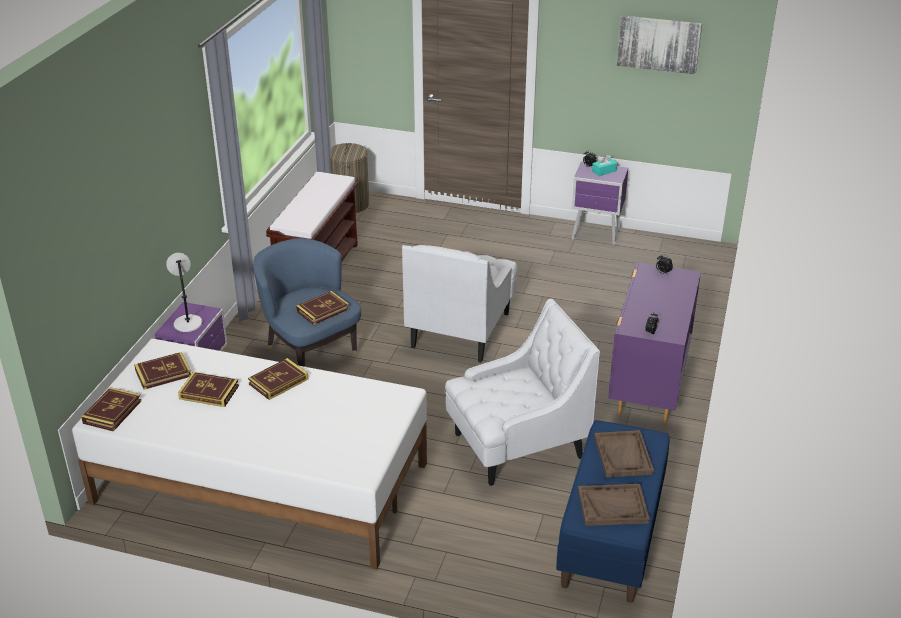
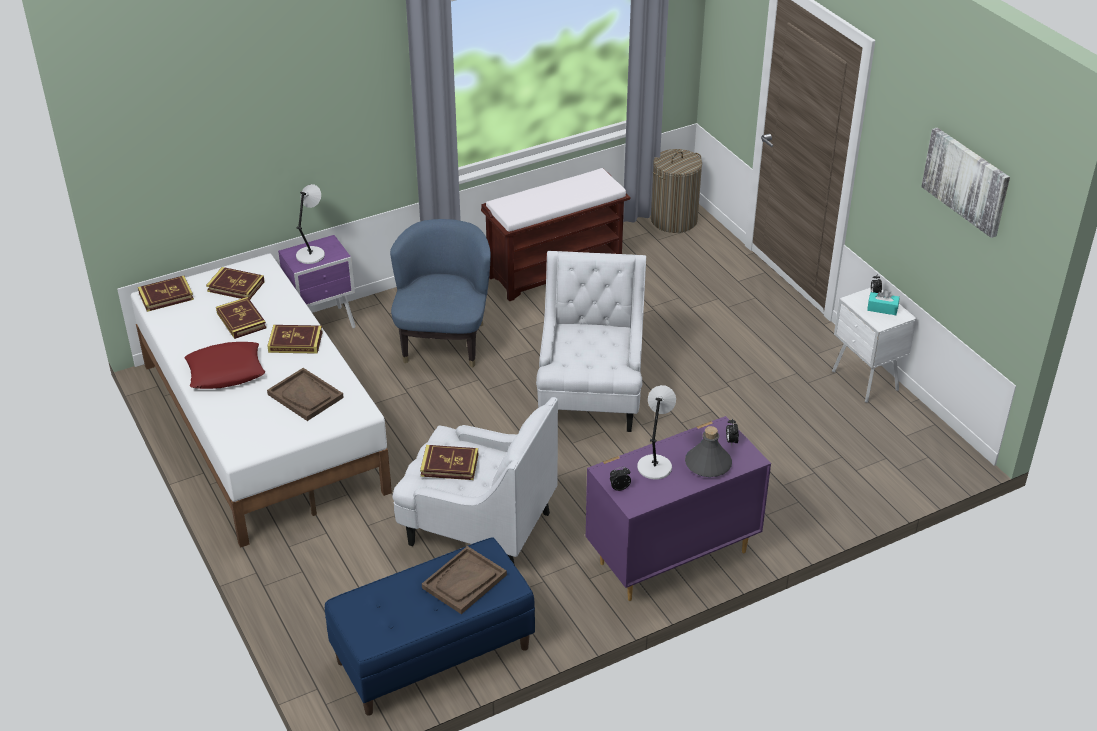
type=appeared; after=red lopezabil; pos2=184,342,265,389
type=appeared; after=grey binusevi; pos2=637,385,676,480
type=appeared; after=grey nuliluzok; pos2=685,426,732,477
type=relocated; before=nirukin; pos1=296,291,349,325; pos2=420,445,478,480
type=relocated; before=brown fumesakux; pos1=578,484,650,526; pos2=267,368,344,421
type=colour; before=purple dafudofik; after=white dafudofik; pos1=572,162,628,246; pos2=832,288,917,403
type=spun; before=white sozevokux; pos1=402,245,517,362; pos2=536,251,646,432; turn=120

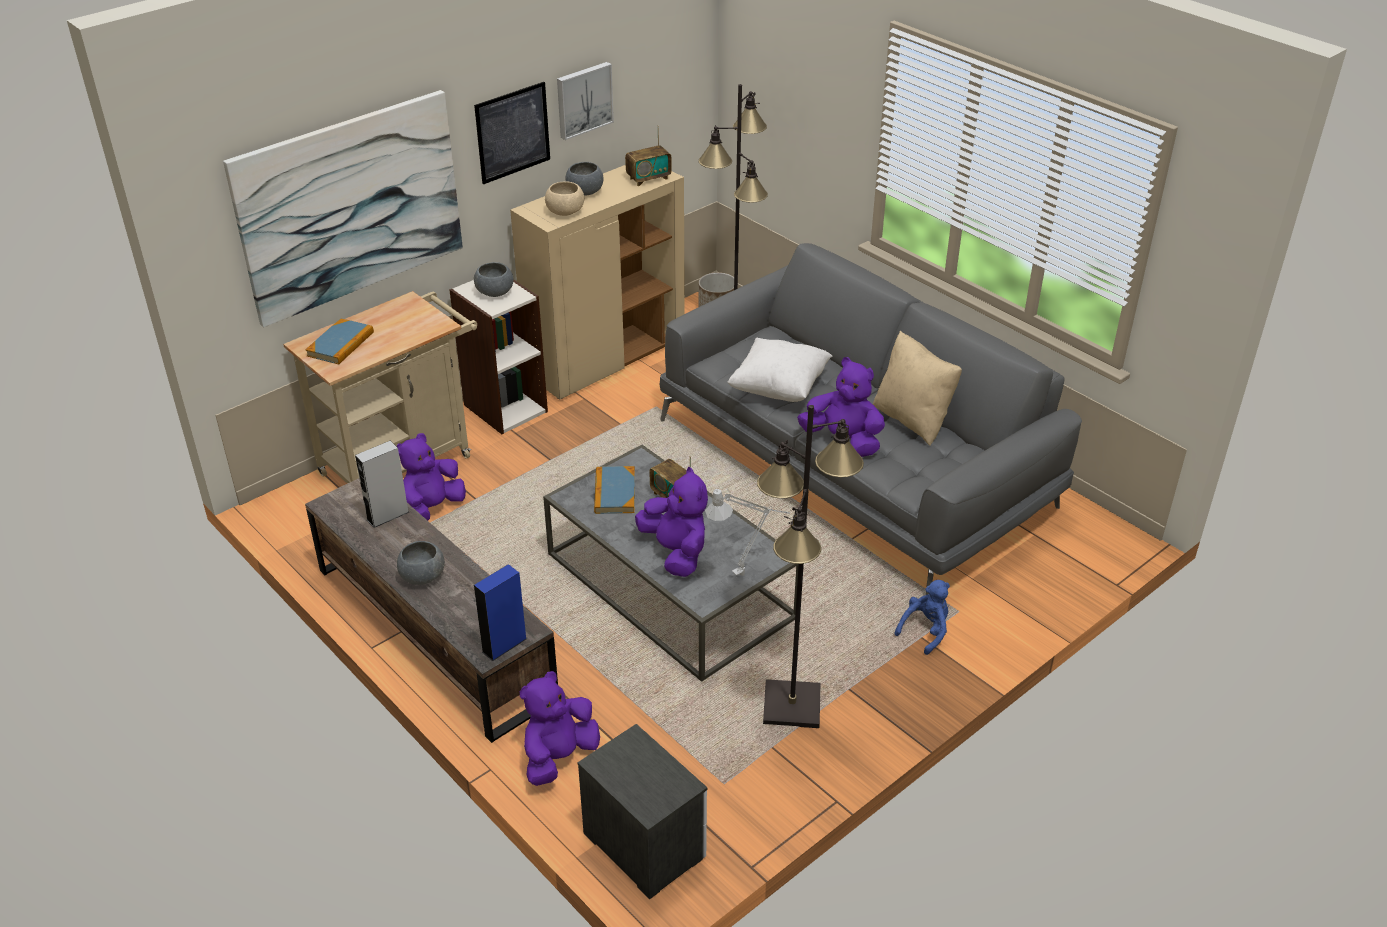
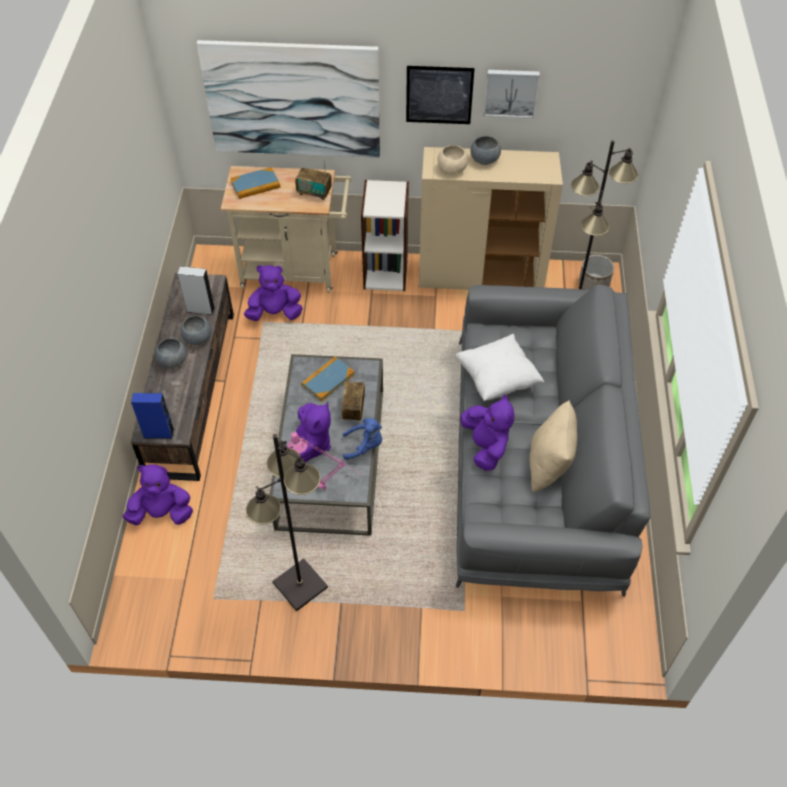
type=missing; before=dafudofik; pos1=577,724,707,899
type=relocated; before=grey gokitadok; pos1=474,262,513,297; pos2=180,316,212,345
type=relocated; before=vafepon; pos1=625,125,672,186; pos2=295,160,332,200
type=relocated; before=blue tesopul; pos1=895,580,950,655; pos2=342,418,382,460
type=colour; before=grey binusevi; after=pink binusevi; pos1=705,489,790,576; pos2=287,432,364,490

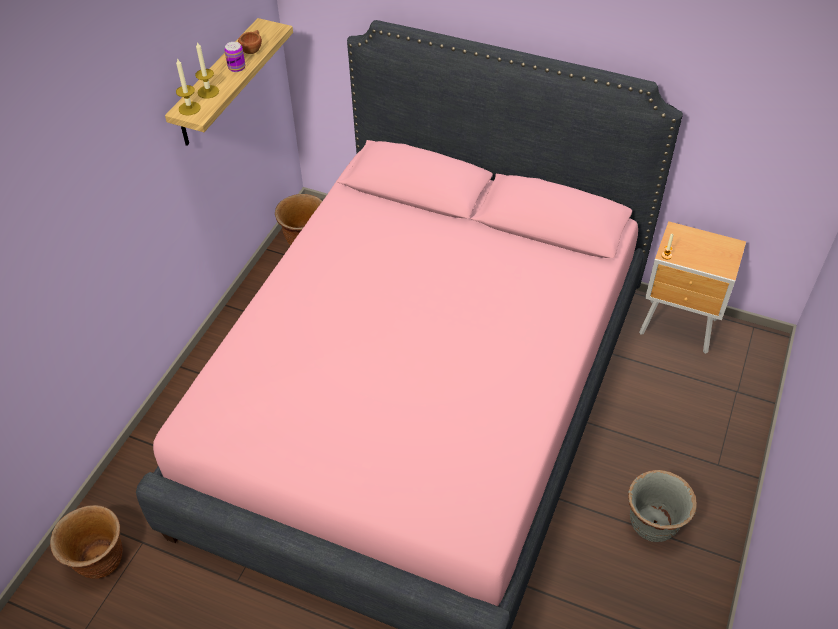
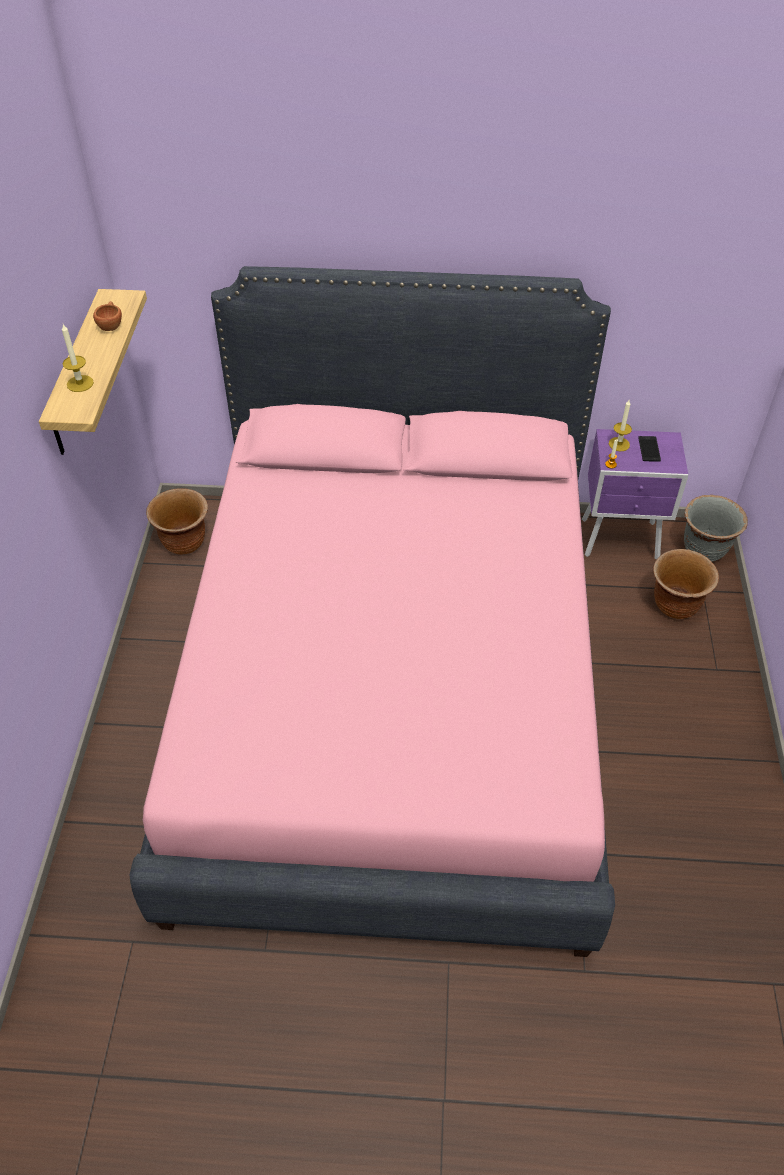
type=missing; before=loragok; pos1=224,42,245,72
type=appeared; after=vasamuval; pos2=638,436,661,462
type=relocated; before=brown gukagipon; pos1=50,505,123,579; pos2=653,549,719,619
type=relocated; before=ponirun; pos1=176,58,201,116; pos2=609,400,632,451
type=relocated; before=grey gukagipon; pos1=628,470,697,542; pos2=684,495,748,562
type=colour; before=brown dafudofik; after=purple dafudofik; pos1=639,221,746,354; pos2=582,429,688,560

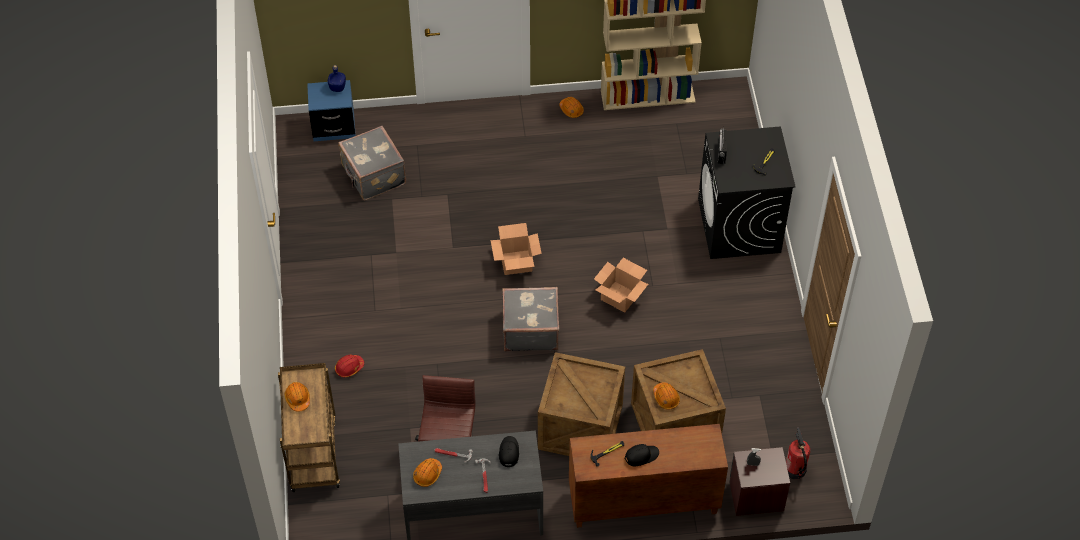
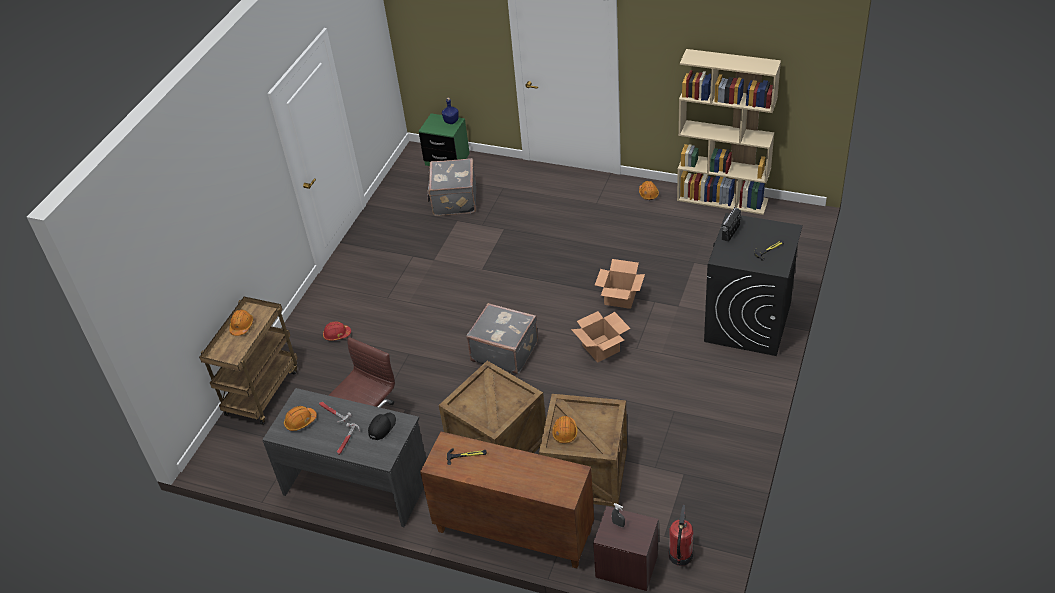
type=missing; before=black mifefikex; pos1=625,444,659,466
type=relocated; before=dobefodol; pos1=491,223,542,275; pos2=595,259,645,309
type=colour; before=blue dafudofik; after=green dafudofik; pos1=307,80,356,141; pos2=419,114,470,166

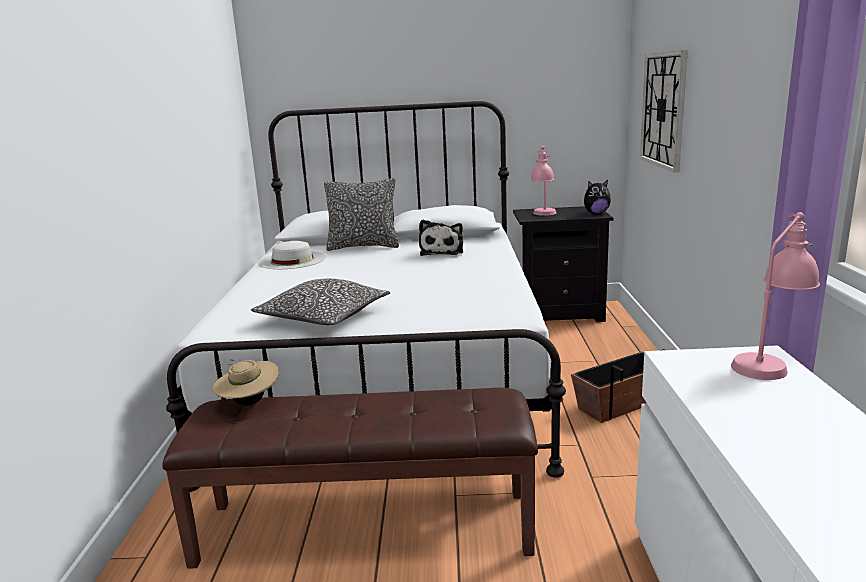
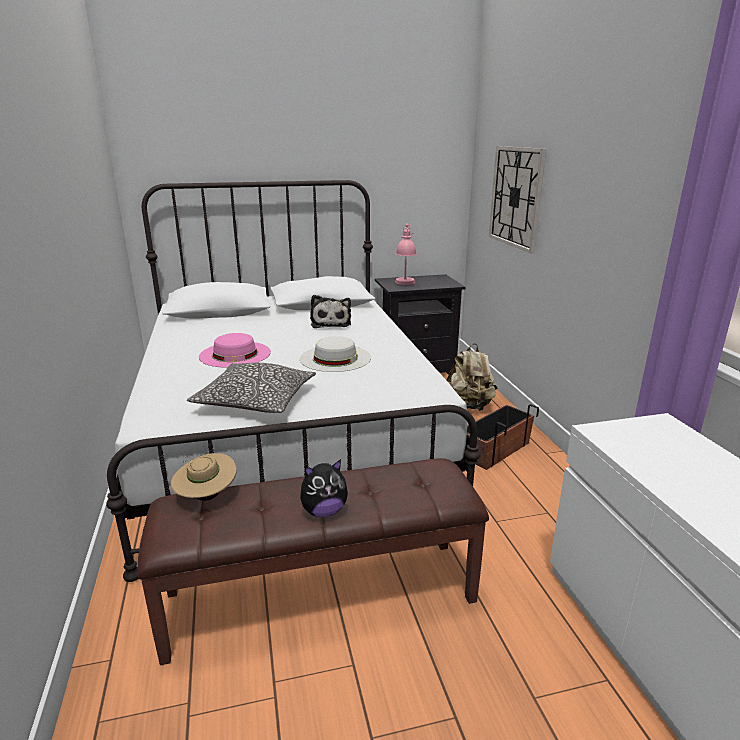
type=missing; before=lopezabil; pos1=324,178,399,251
type=missing; before=pink binusevi; pos1=731,212,820,380
type=appeared; after=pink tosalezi; pos2=199,333,271,368
type=appeared; after=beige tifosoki; pos2=446,343,498,411
type=relocated; before=white tosalezi; pos1=258,241,326,269; pos2=300,336,371,372
type=relocated; before=tesopul; pos1=584,180,611,214; pos2=300,459,348,517

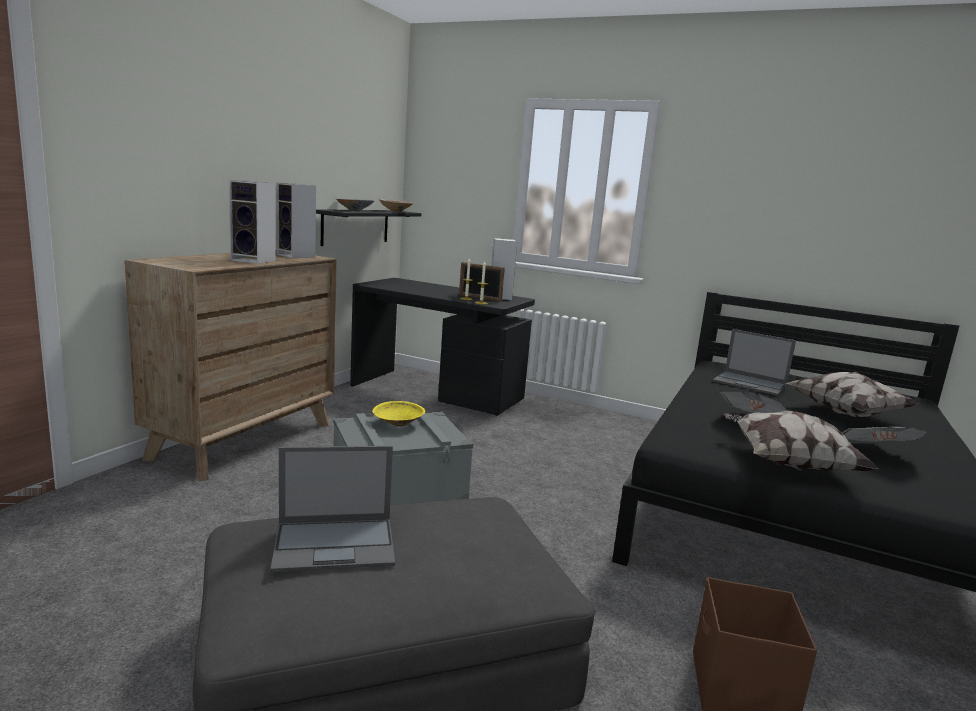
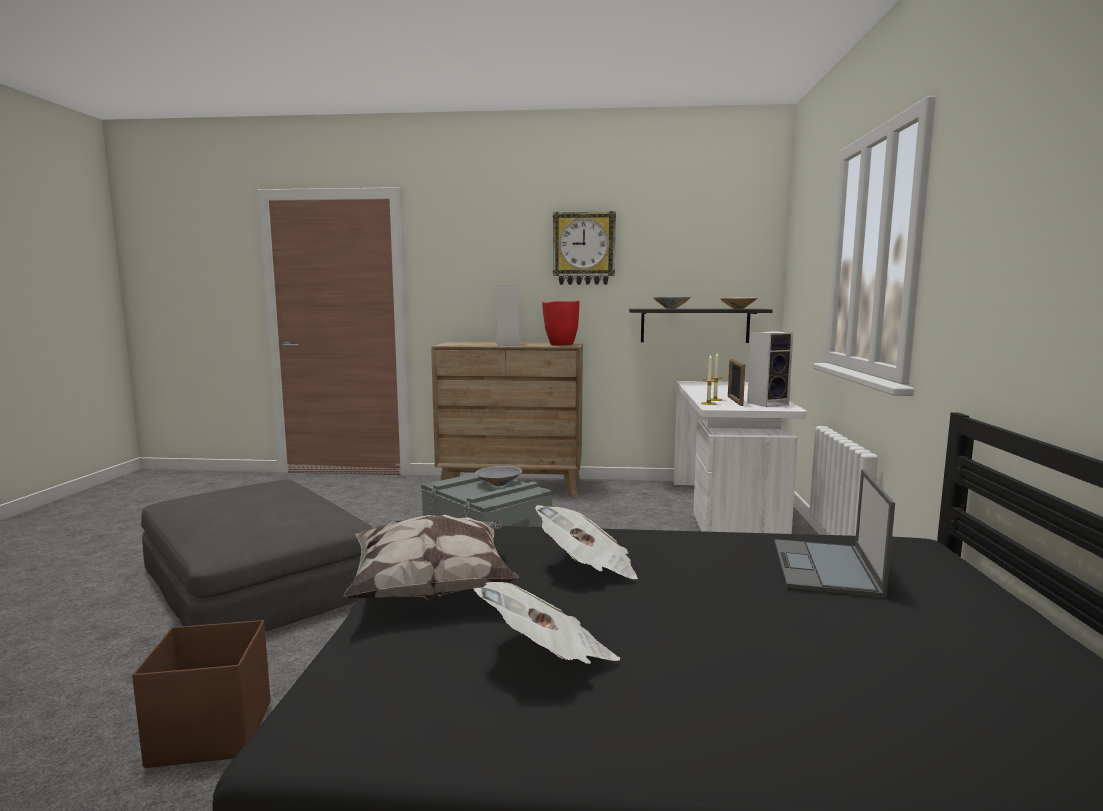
type=missing; before=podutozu; pos1=270,446,395,572
type=missing; before=lopezabil; pos1=786,372,918,417
type=appeared; after=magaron; pos2=553,211,616,285
type=exchanged; before=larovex; after=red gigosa; pos1=276,183,316,258; pos2=542,301,580,345
type=colour; before=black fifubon; after=white fifubon; pos1=350,278,535,416; pos2=674,381,807,534
type=colour; before=yellow gokitadok; after=grey gokitadok; pos1=372,401,425,426; pos2=475,466,523,486

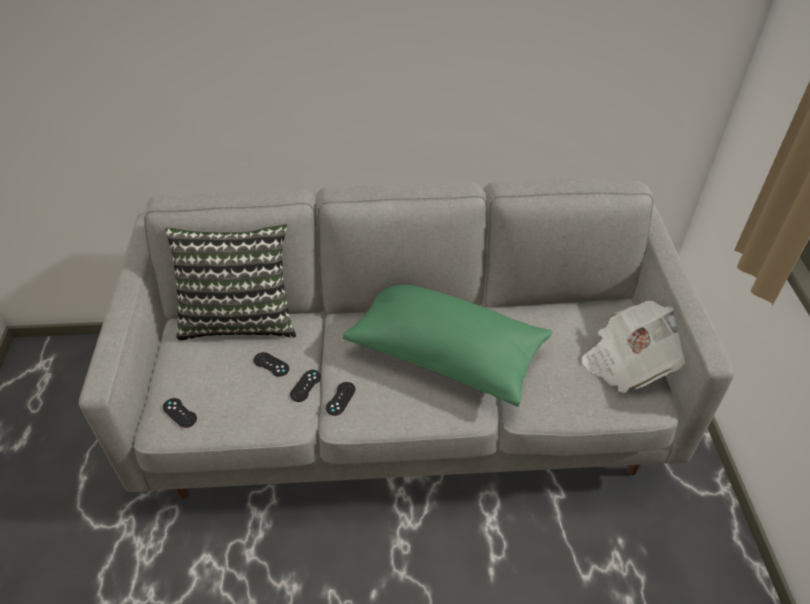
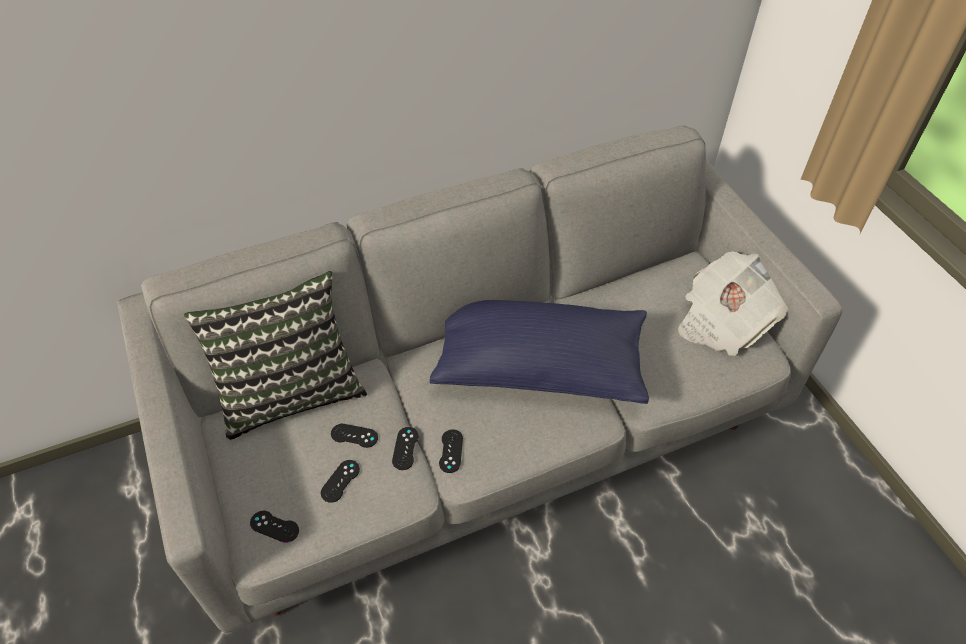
type=appeared; after=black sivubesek; pos2=320,460,360,503
type=colour; before=green lopezabil; after=blue lopezabil; pos1=343,285,552,407; pos2=430,300,649,404

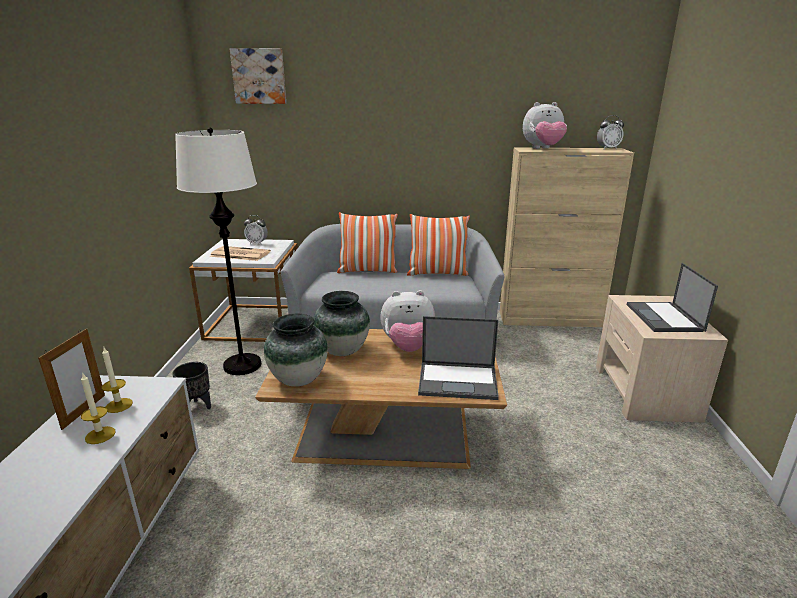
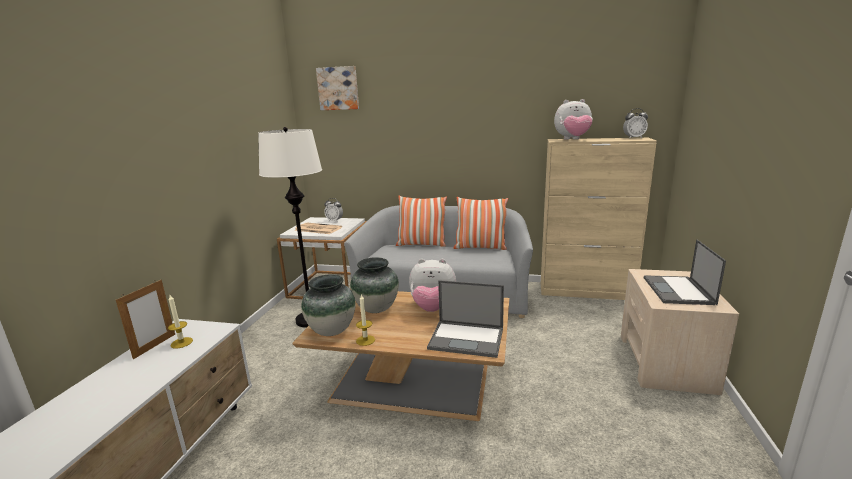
type=missing; before=black gukagipon; pos1=172,362,211,409
type=relocated; before=ponirun; pos1=81,373,116,444; pos2=356,294,375,346

